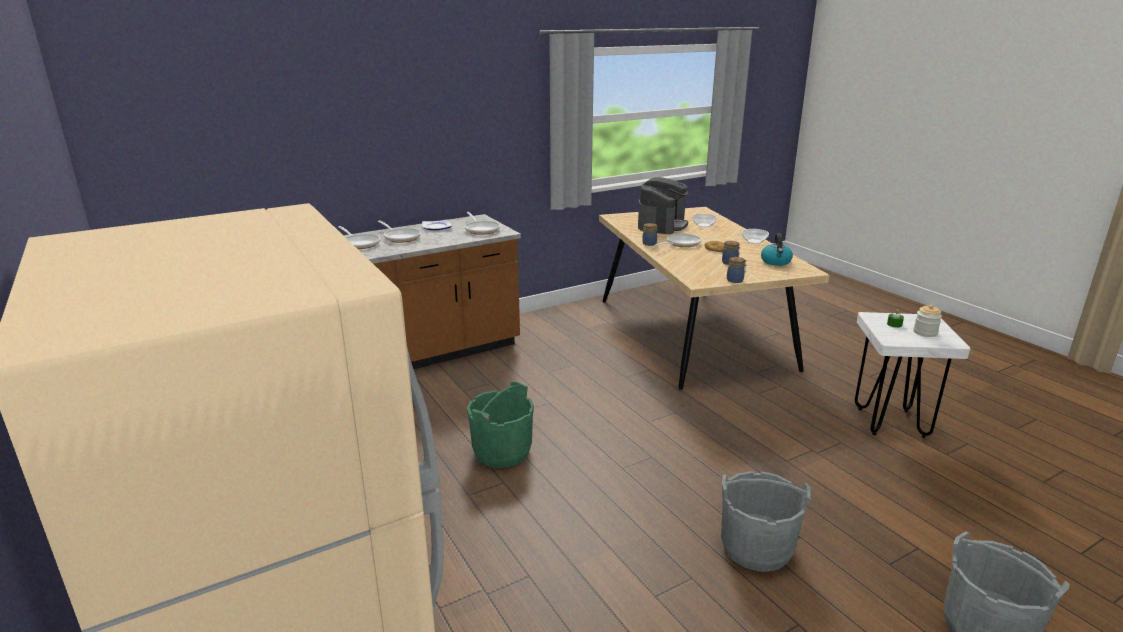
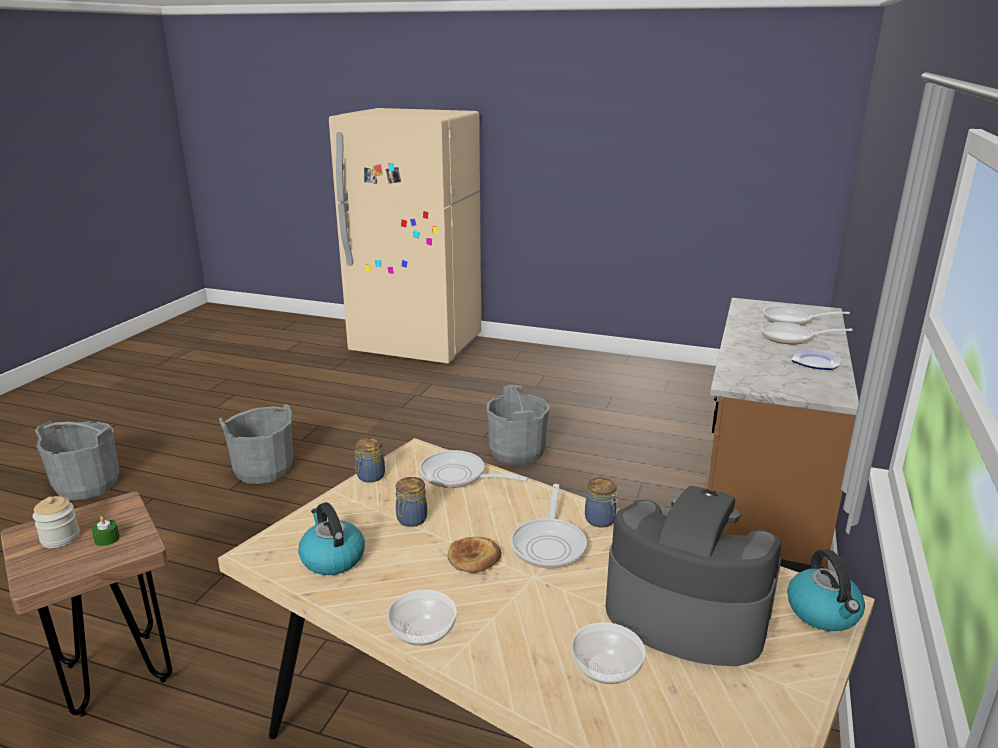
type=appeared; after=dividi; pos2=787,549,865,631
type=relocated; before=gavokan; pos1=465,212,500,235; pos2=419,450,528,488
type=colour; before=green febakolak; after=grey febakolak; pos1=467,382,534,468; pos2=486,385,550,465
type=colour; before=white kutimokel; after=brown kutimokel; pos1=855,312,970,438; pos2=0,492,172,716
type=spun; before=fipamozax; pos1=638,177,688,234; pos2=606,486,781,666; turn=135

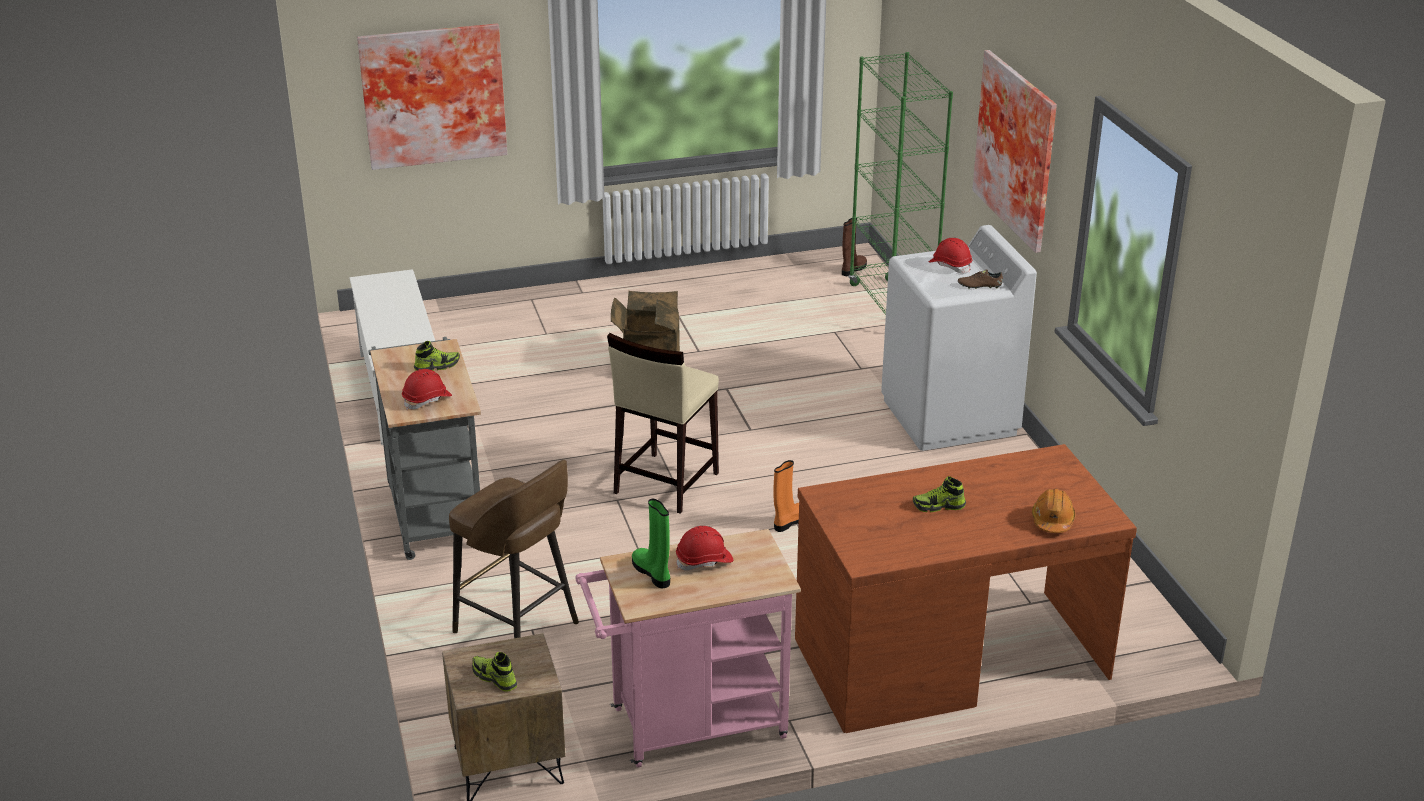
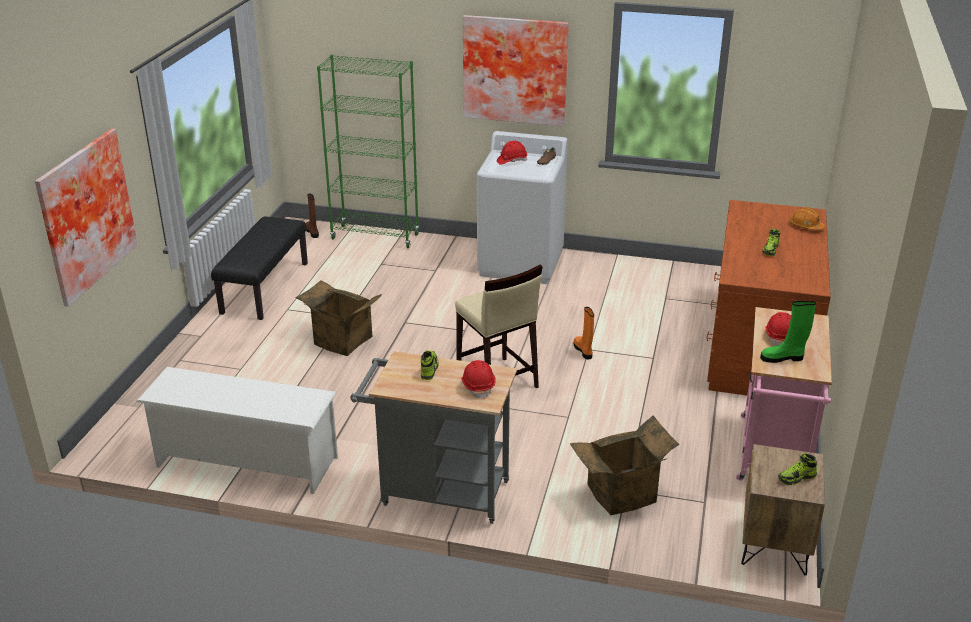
type=appeared; after=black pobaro; pos2=211,216,308,320
type=exchanged; before=brown kutimokel; after=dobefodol; pos1=449,460,579,638; pos2=570,415,679,515

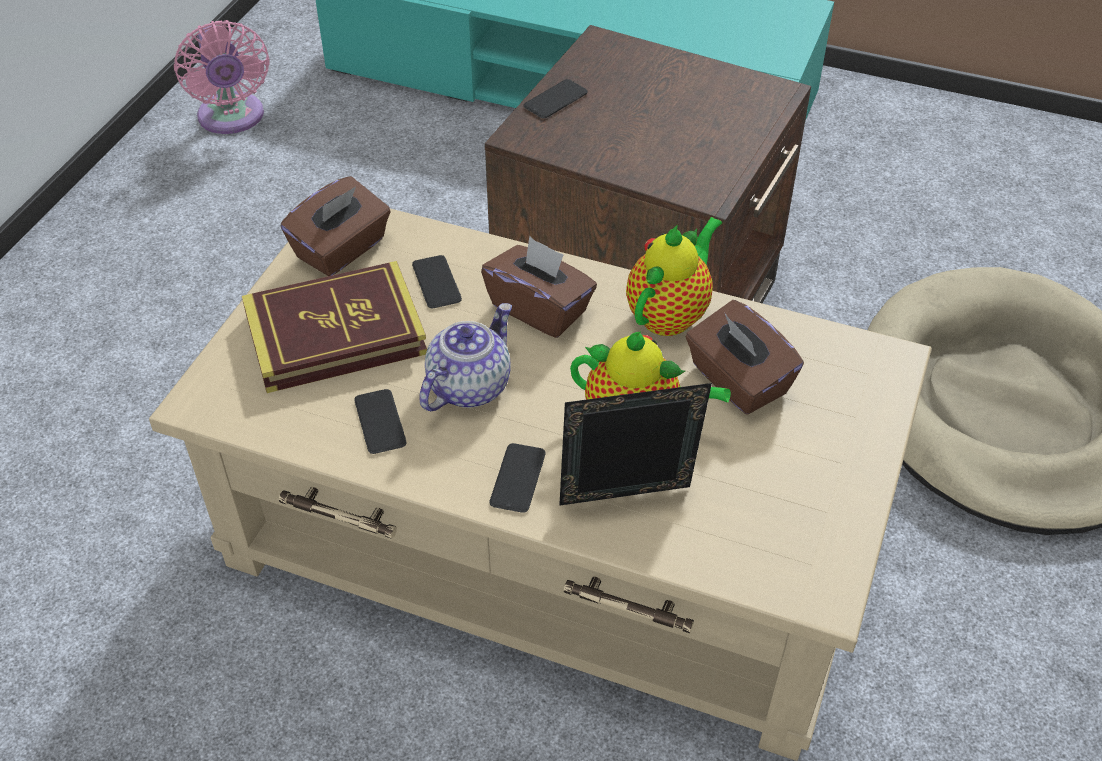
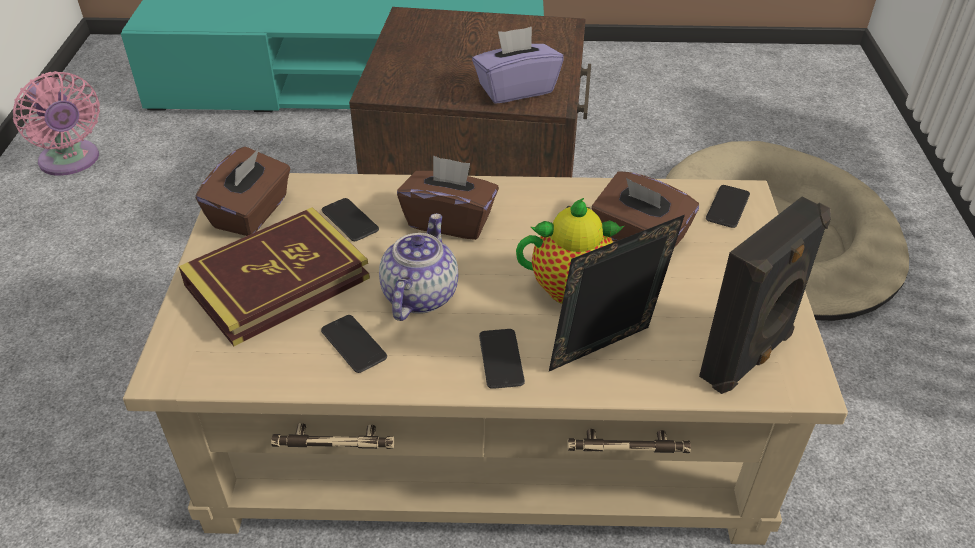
type=missing; before=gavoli; pos1=626,217,722,336
type=appeared; after=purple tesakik; pos2=472,27,564,104
type=appeared; after=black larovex; pos2=699,196,831,394
type=relocated; before=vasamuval; pos1=523,79,588,119; pos2=706,185,750,228

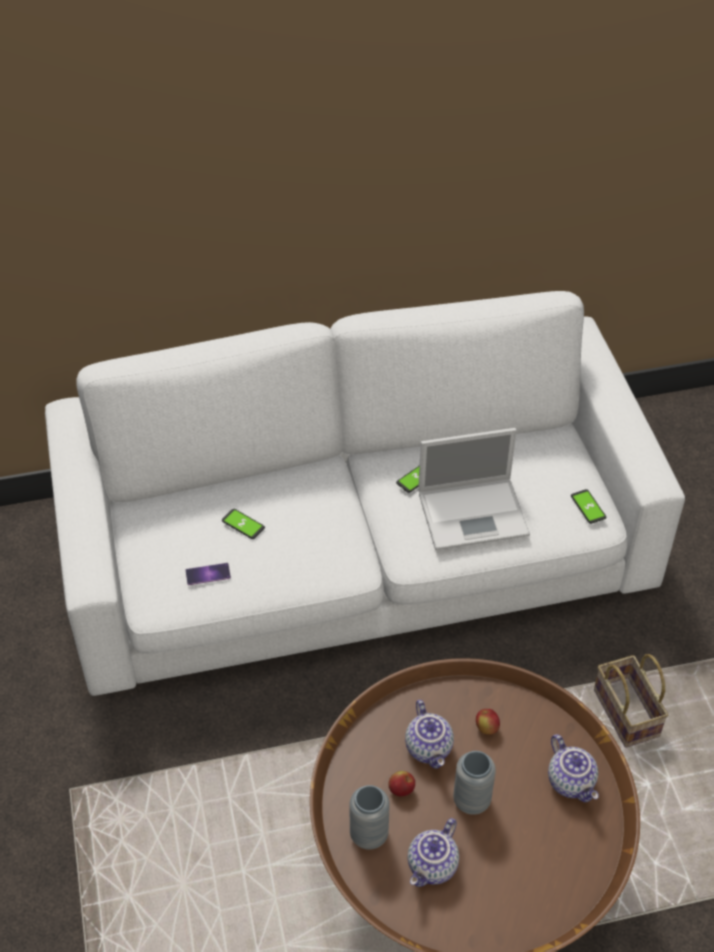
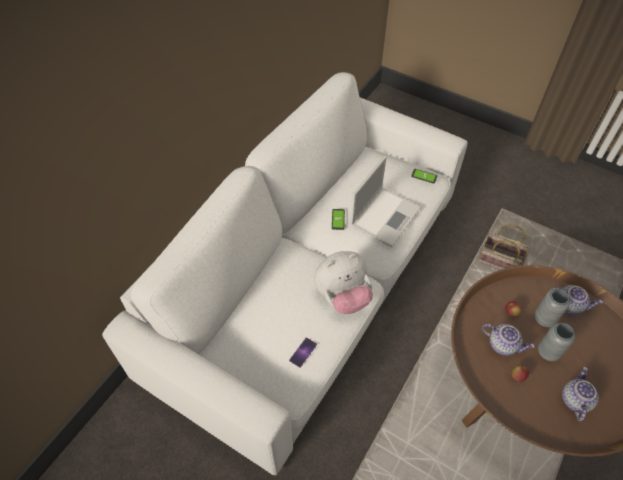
type=missing; before=vasamuval; pos1=222,509,265,539
type=appeared; after=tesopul; pos2=314,251,373,314
type=relocated; before=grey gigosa; pos1=350,785,390,850; pos2=534,289,570,327
type=spun; before=gavoli; pos1=408,818,459,887; pos2=562,367,599,421; turn=-150

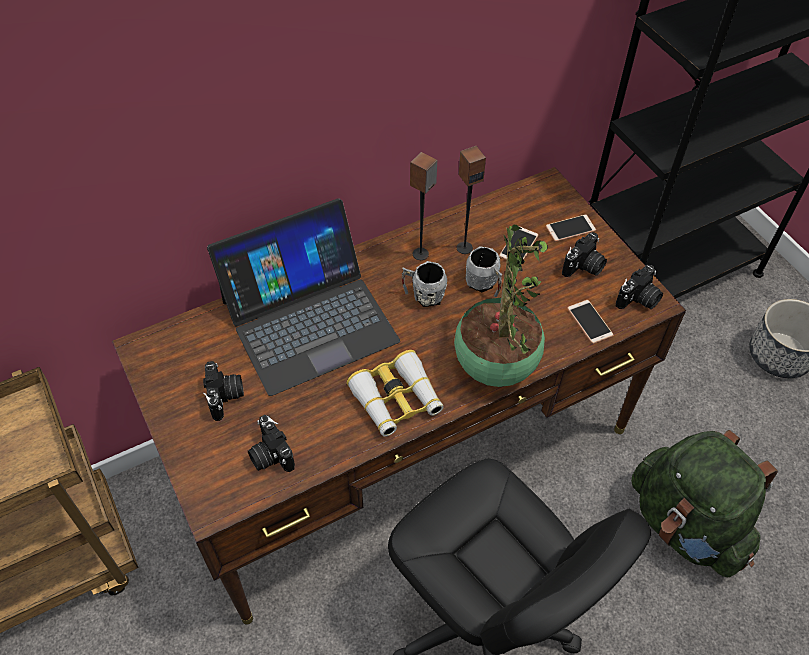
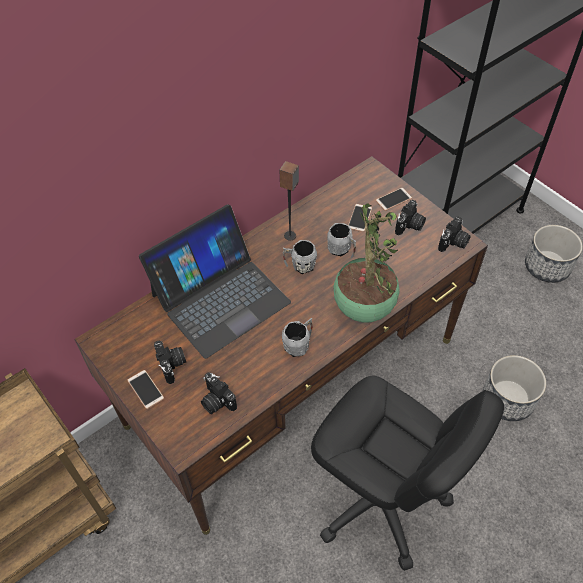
type=missing; before=larovex; pos1=457,146,486,254
type=relocated; before=vasamuval; pos1=567,300,614,344; pos2=127,370,164,409
type=exchanged; before=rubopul; after=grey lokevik; pos1=347,350,444,437; pos2=282,318,313,357
type=exchanged; before=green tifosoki; after=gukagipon; pos1=631,430,778,577; pos2=483,355,546,421

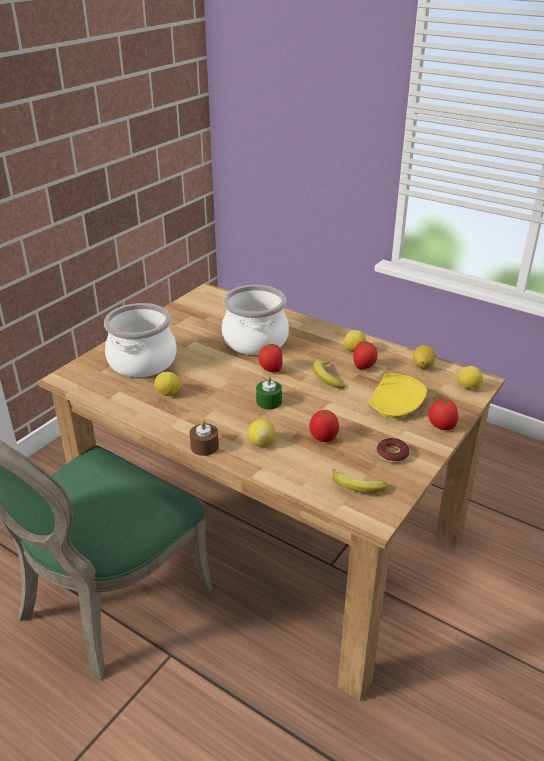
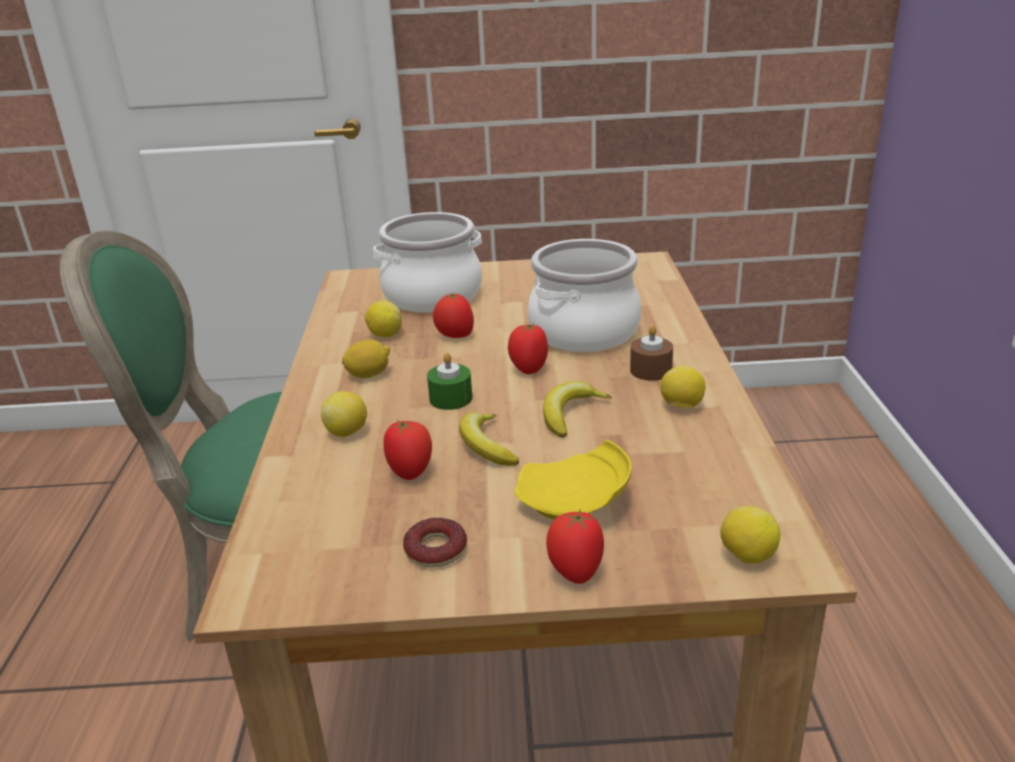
type=relocated; before=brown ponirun; pos1=190,420,219,456; pos2=630,325,673,381
type=relocated; before=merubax; pos1=332,469,388,493; pos2=459,412,519,466
type=relocated; before=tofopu; pos1=353,341,378,369; pos2=433,293,474,338
type=relocated; before=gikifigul; pos1=413,345,435,369; pos2=342,340,390,378

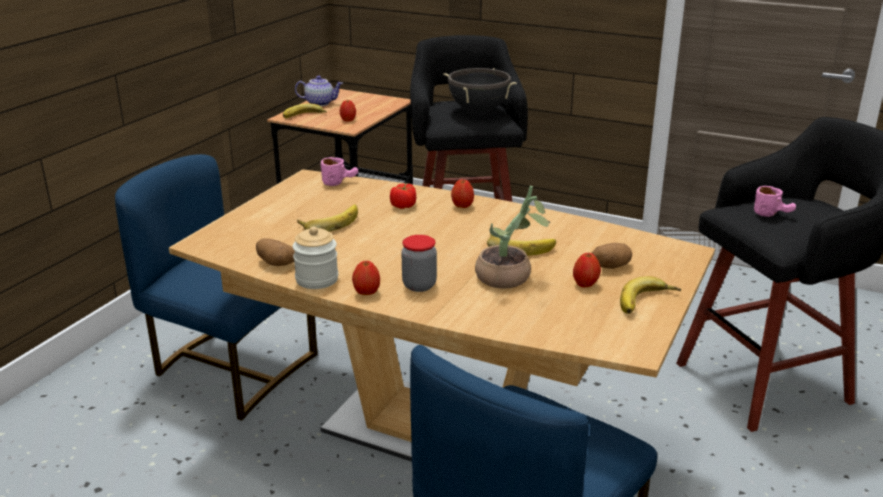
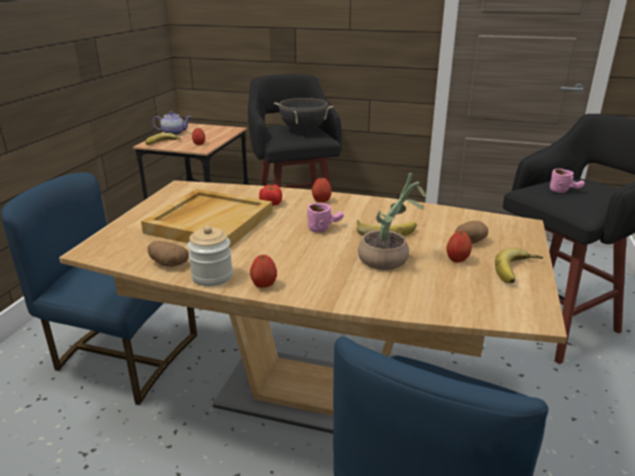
type=missing; before=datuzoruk; pos1=401,235,437,292
type=relocated; before=pink lokevik; pos1=320,157,358,186; pos2=307,203,344,233
type=exchanged; before=merubax; after=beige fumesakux; pos1=297,204,358,232; pos2=141,189,273,248

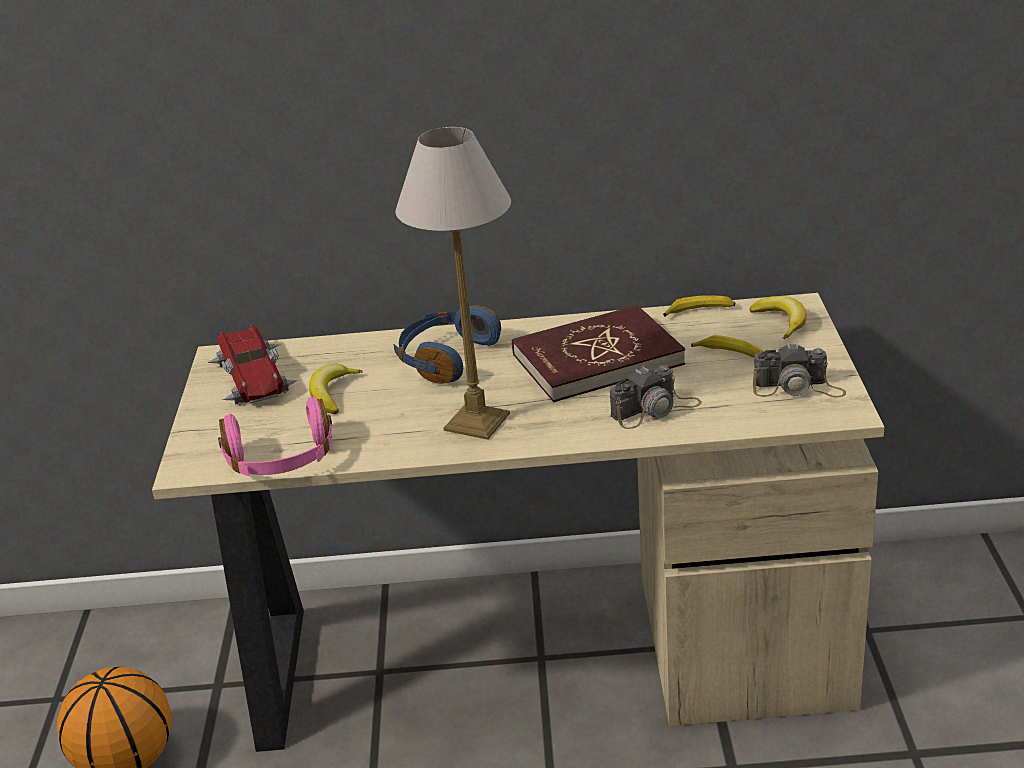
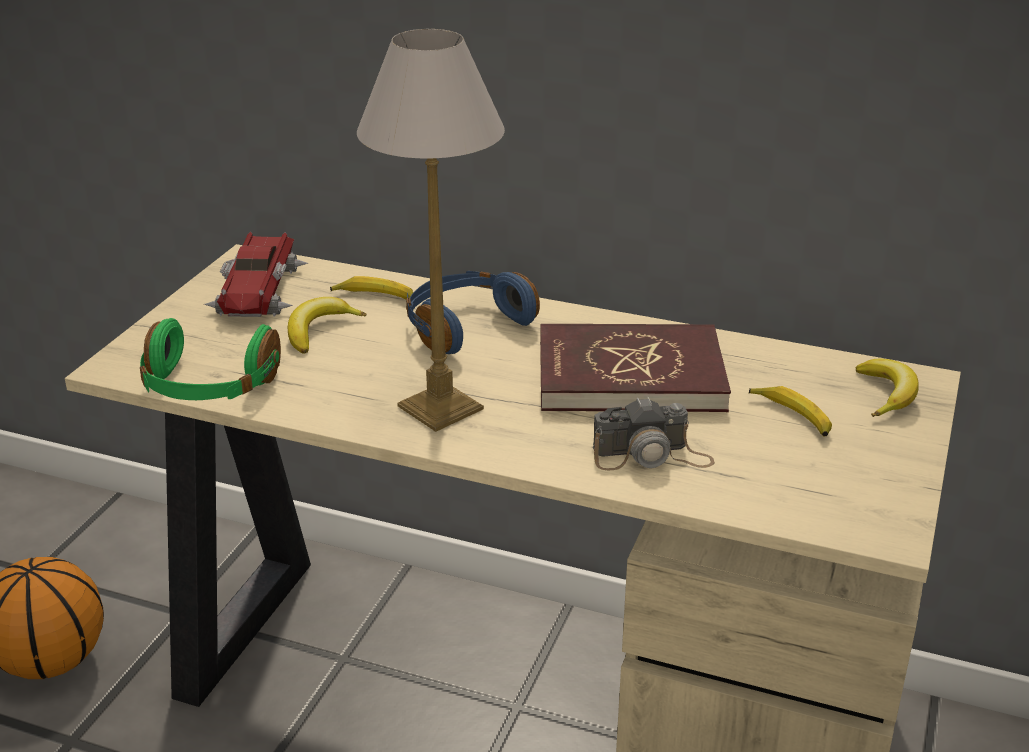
type=missing; before=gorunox; pos1=753,343,846,398
type=relocated; before=merubax; pos1=663,295,735,317; pos2=330,276,413,299
type=colour; before=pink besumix; after=green besumix; pos1=218,397,332,476; pos2=140,318,281,400

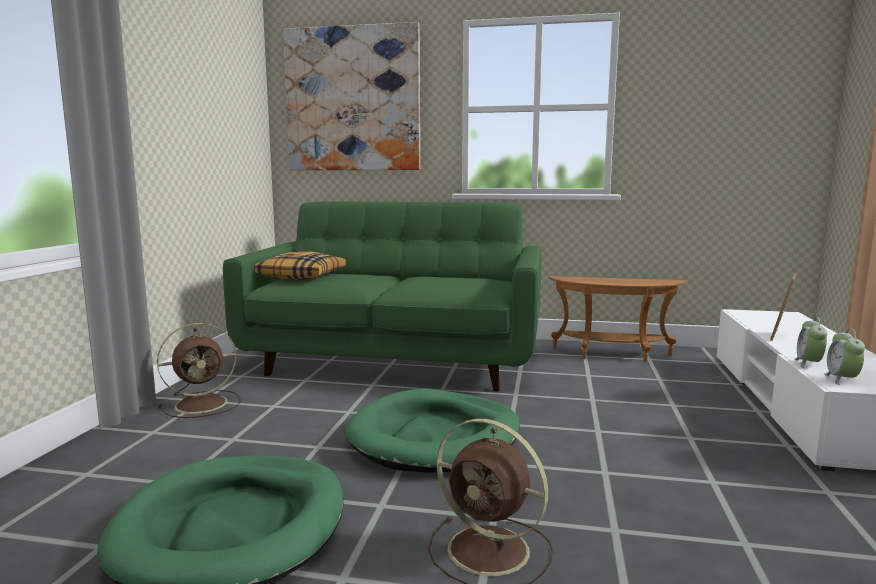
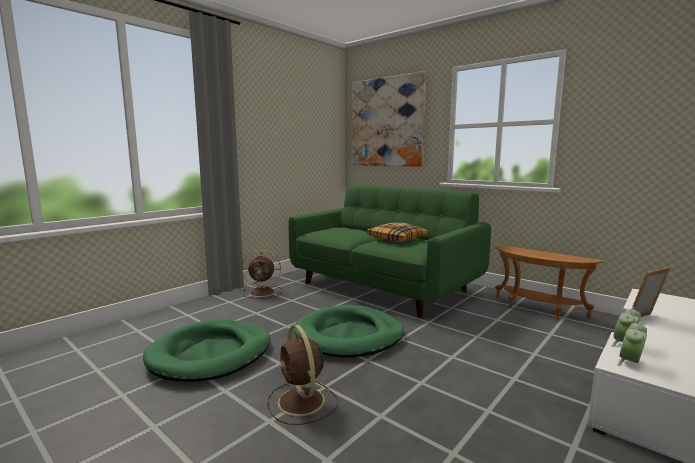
type=relocated; before=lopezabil; pos1=254,252,346,280; pos2=367,223,428,242

